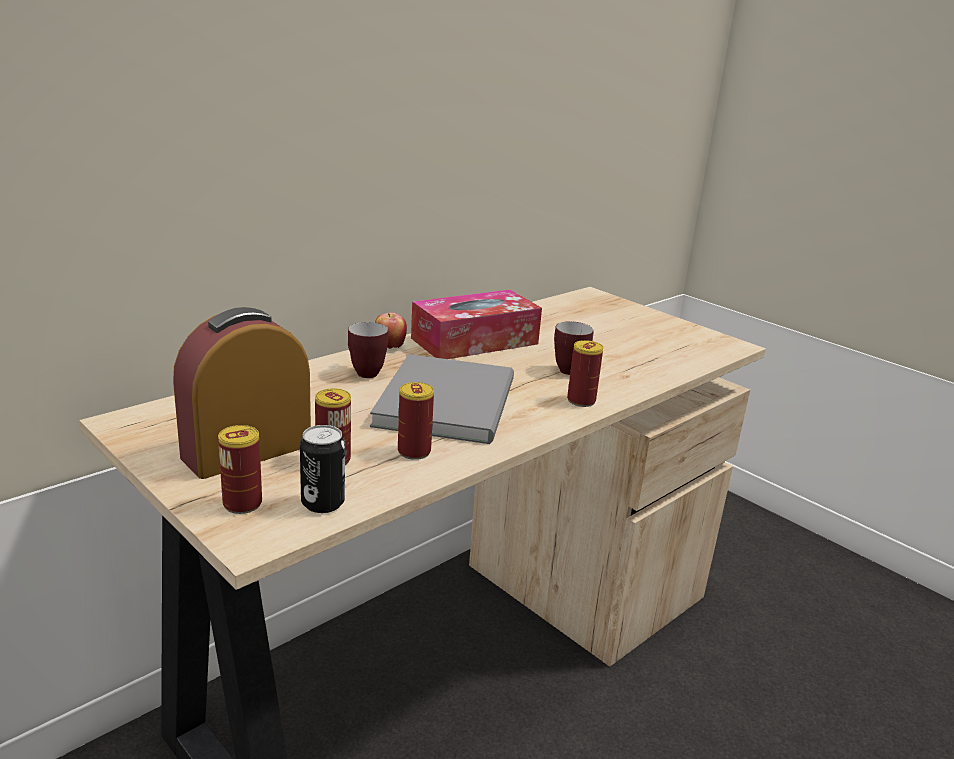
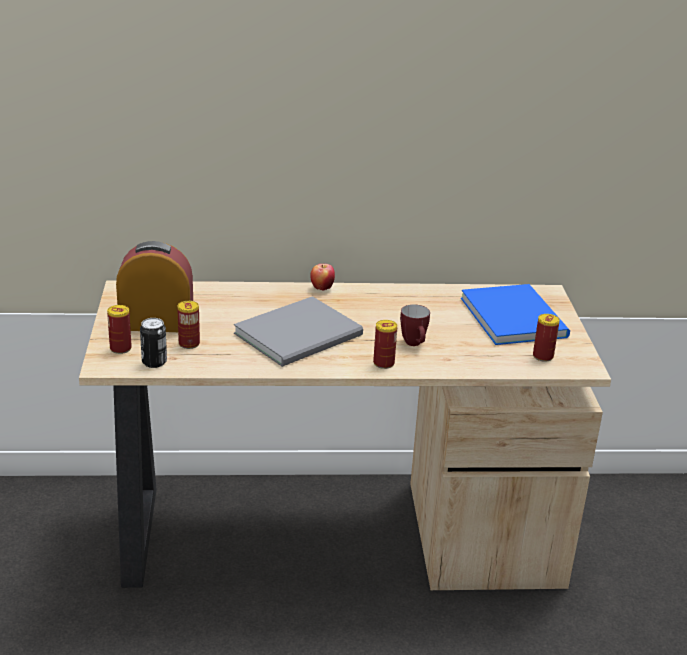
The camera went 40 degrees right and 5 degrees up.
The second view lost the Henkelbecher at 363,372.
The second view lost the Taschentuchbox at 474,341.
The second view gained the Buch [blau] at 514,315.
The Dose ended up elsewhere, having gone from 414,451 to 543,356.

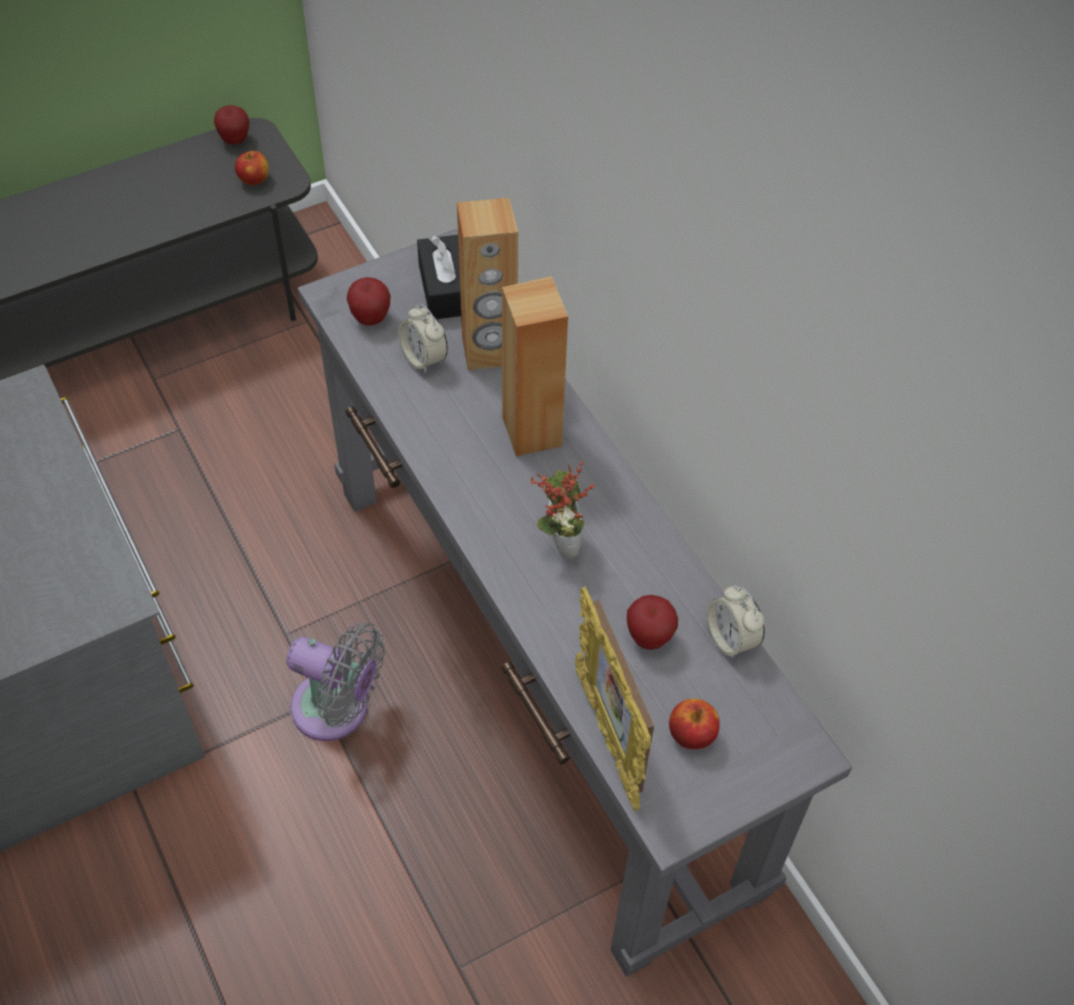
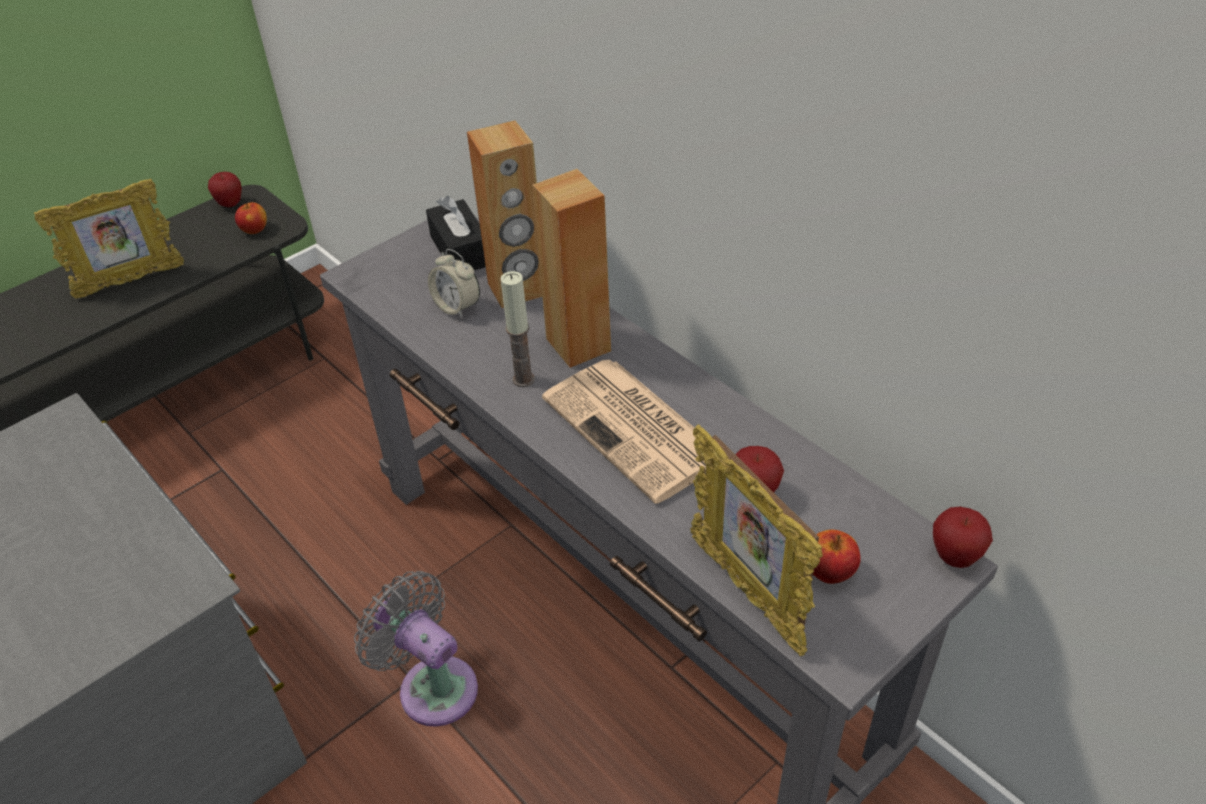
The camera went 10 degrees left and 10 degrees down.
The second view lost the Wecker at 731,639.
The second view gained the Bilderrahmen at 130,281.
The second view gained the Kerze at 523,379.
The Apfel ended up elsewhere, having gone from 370,318 to 955,557.
Where the Topfpflanze stood at 560,542, the Zeitung came to stand at 637,430.
The Ventilator [grau] at 337,710 ended up facing another way, 150 degrees counterclockwise from before.

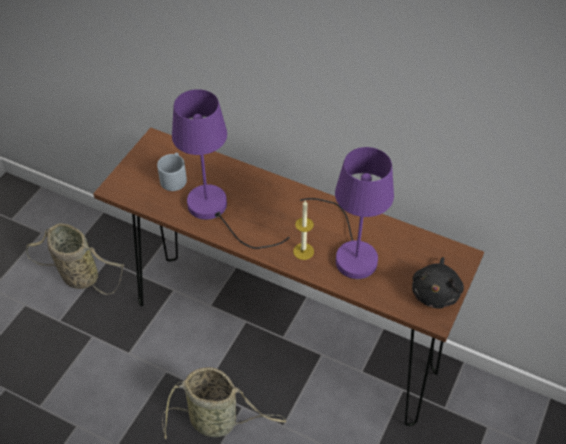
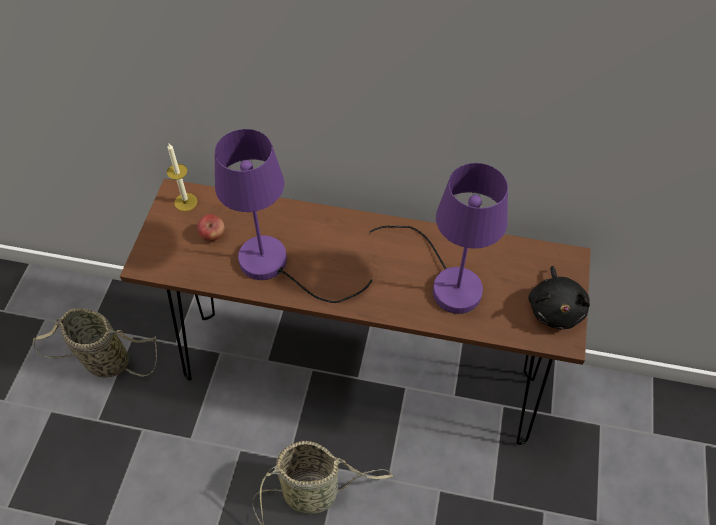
The camera went 15 degrees left and 5 degrees up.
The Kerze ended up elsewhere, having gone from 303,251 to 186,202.
Where the Henkelbecher [grau] stood at 174,177, the Apfel came to stand at 212,235.

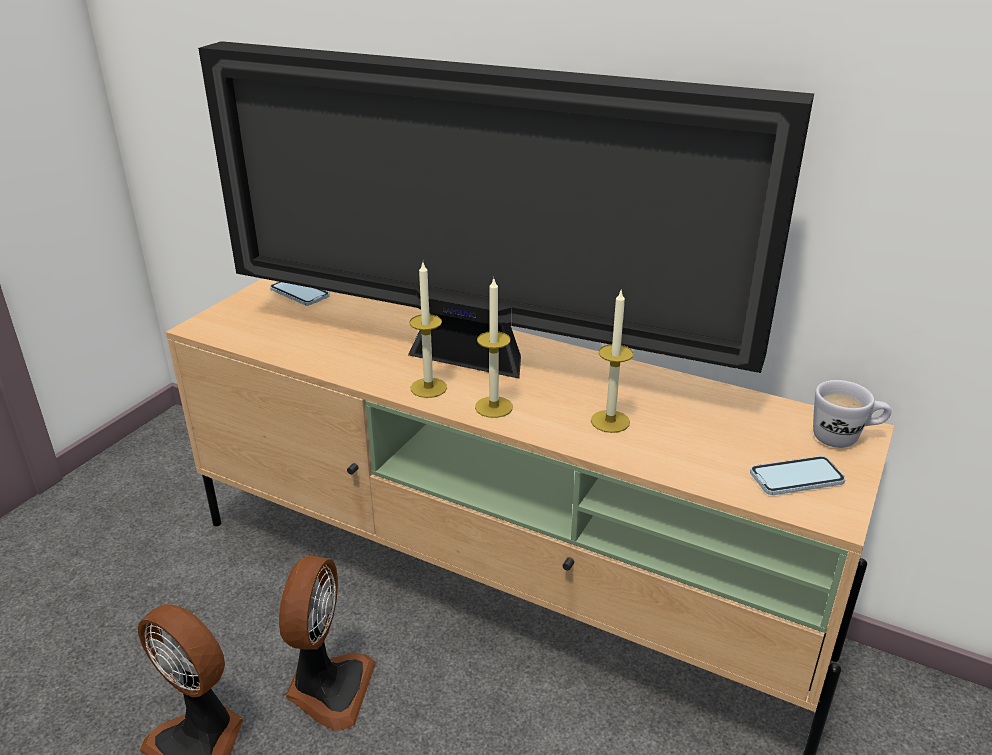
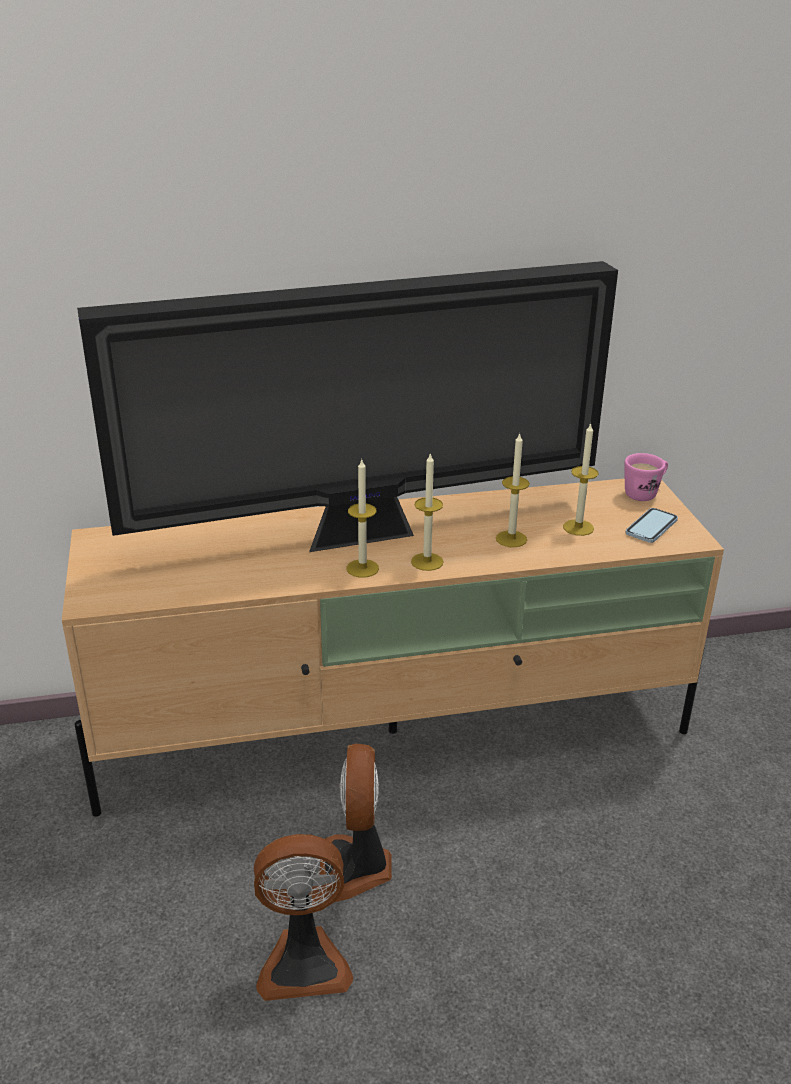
The camera went 40 degrees left and 0 degrees up.
The second view lost the Handy at 299,293.
The second view gained the Kerze at 578,527.
What was the Henkelbecher [weiß] at 844,438 turned into the Henkelbecher [rosa] at 645,493.
The Ventilator at 328,688 ended up facing another way, 150 degrees counterclockwise from before.

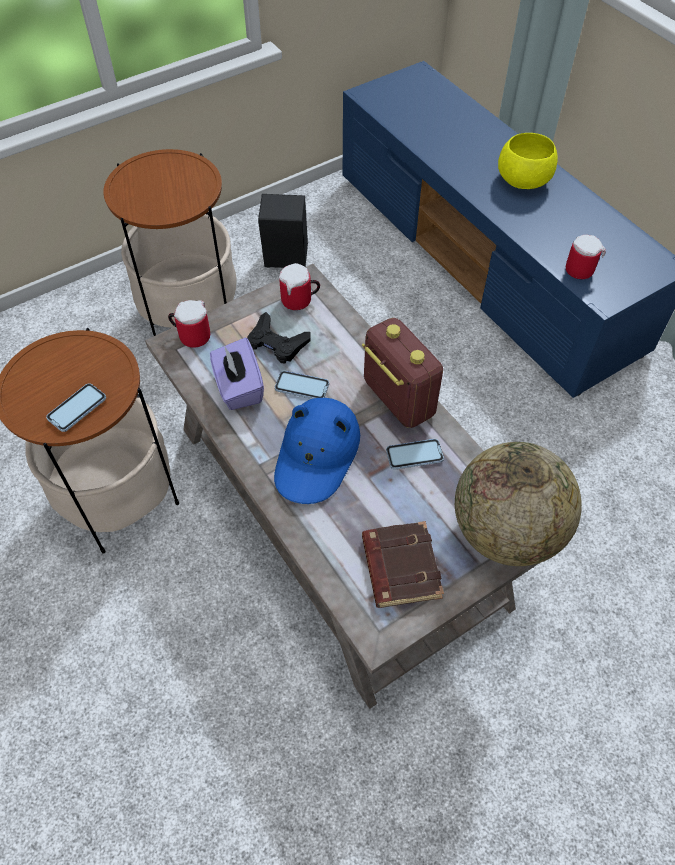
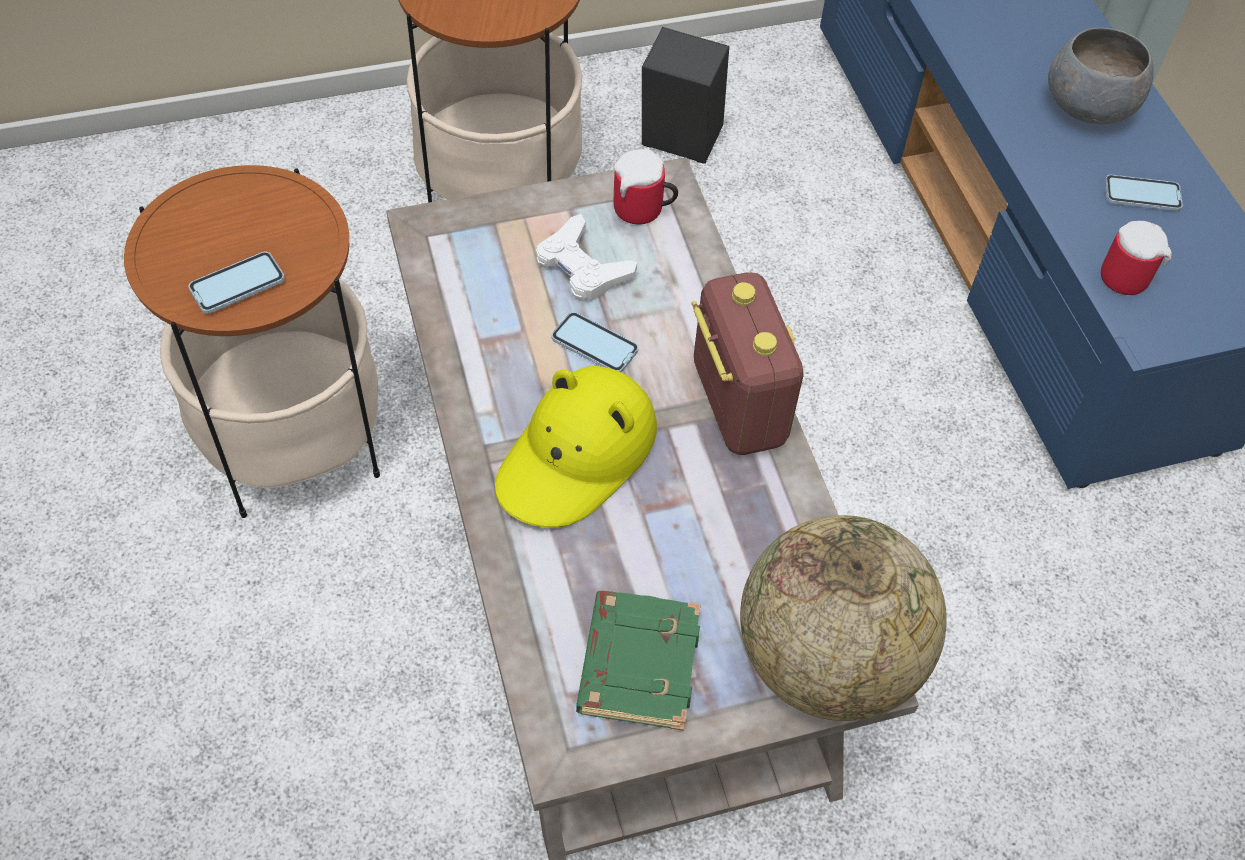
The camera went 15 degrees right and 0 degrees up.
The second view lost the Henkelbecher at 191,334.
The second view lost the Taschentuchbox [lila] at 238,388.
The Handy ended up elsewhere, having gone from 414,455 to 1142,195.
What was the Gamepad [schwarz] at 277,343 turned into the Gamepad [weiß] at 582,267.
What was the Hut [blau] at 317,455 turned into the Hut [gelb] at 577,456.
What was the Buch [braun] at 399,567 turned into the Buch [grün] at 637,662.
What was the Schüssel [gelb] at 523,180 turned into the Schüssel [grau] at 1088,105.

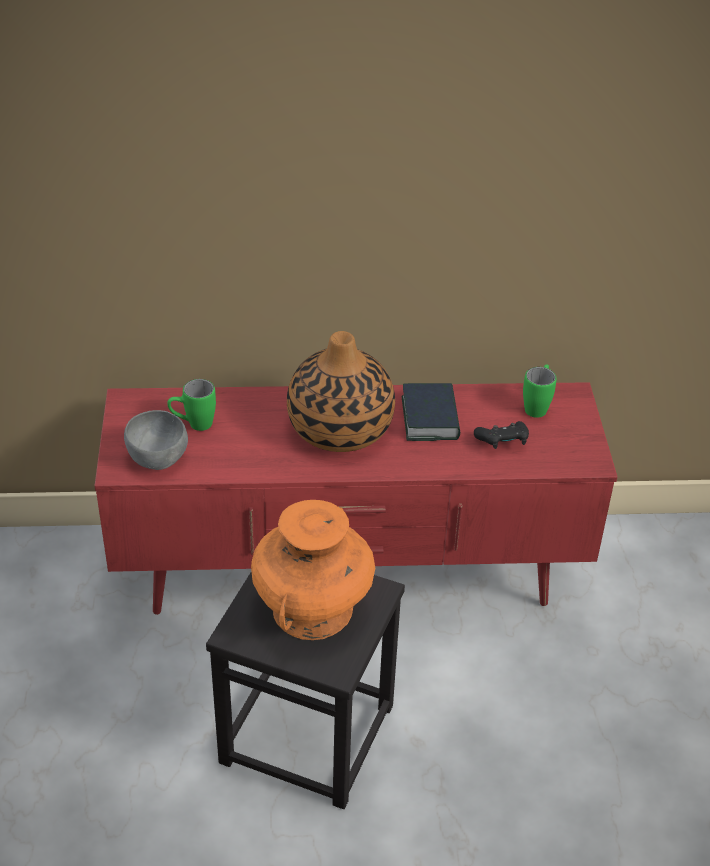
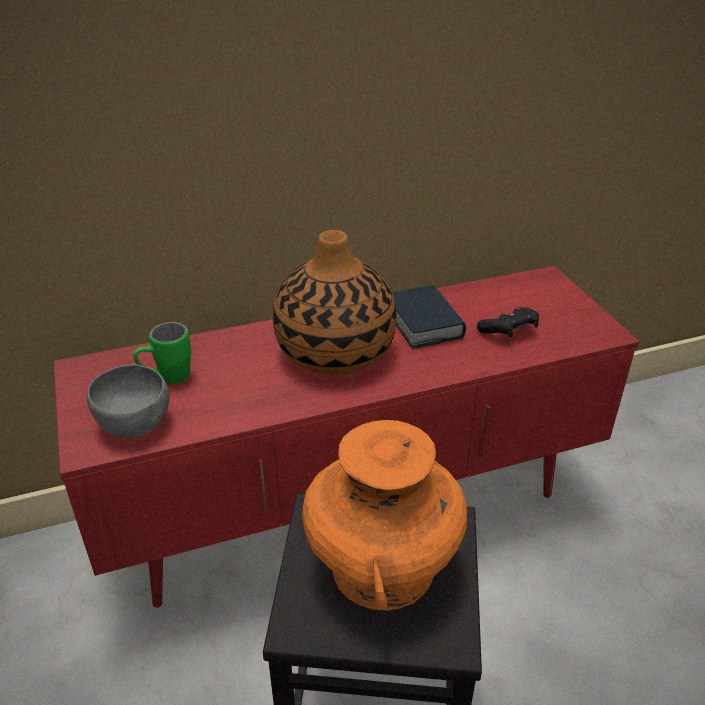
The camera went 15 degrees left and 5 degrees down.
The second view lost the Henkelbecher [grün] at 537,406.

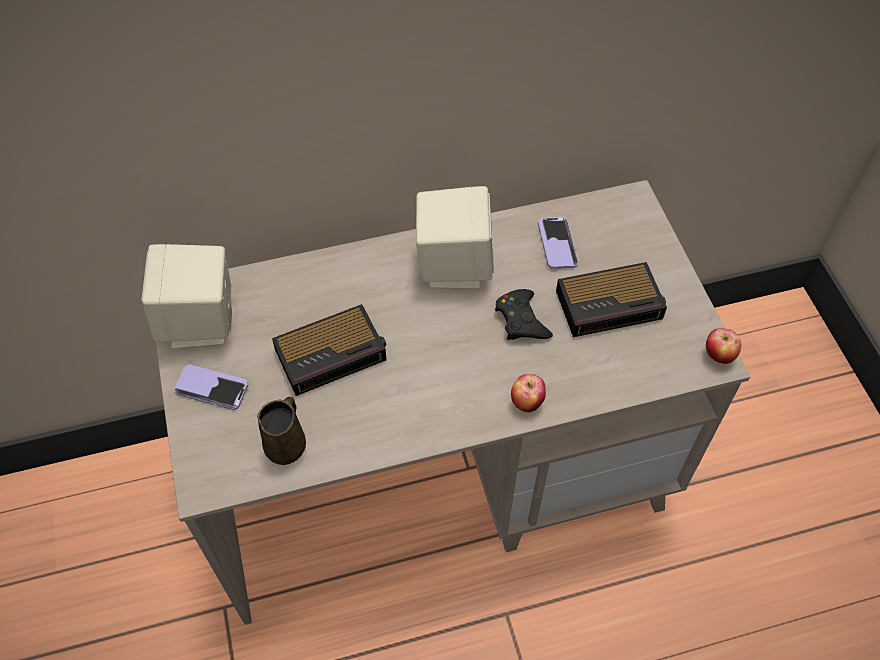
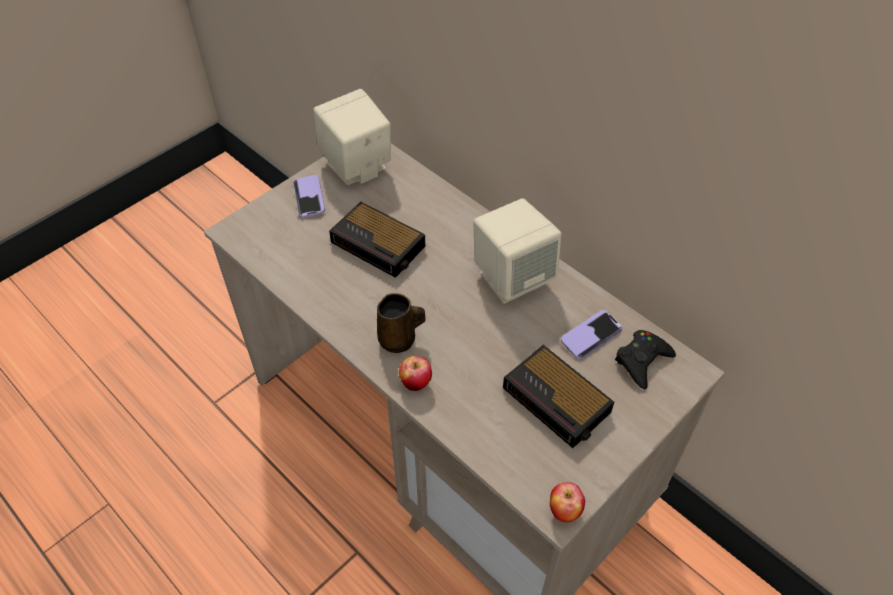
The camera went 60 degrees right and 5 degrees down.
The Henkelbecher [braun] ended up elsewhere, having gone from 286,445 to 399,340.
The Gamepad [schwarz] ended up elsewhere, having gone from 521,320 to 642,361.

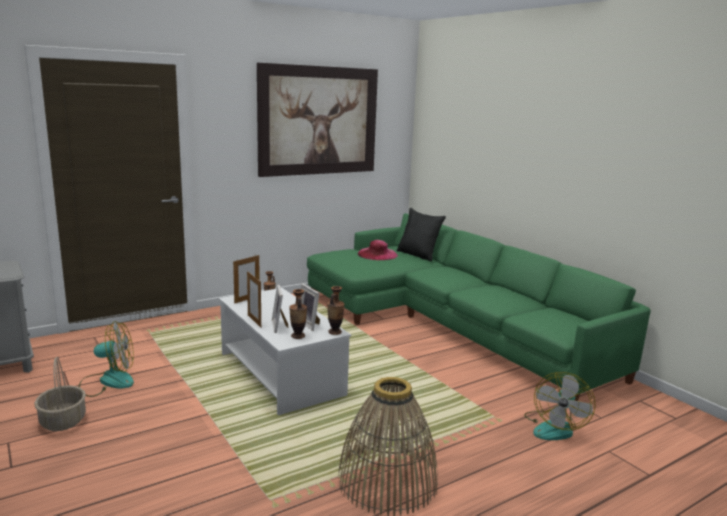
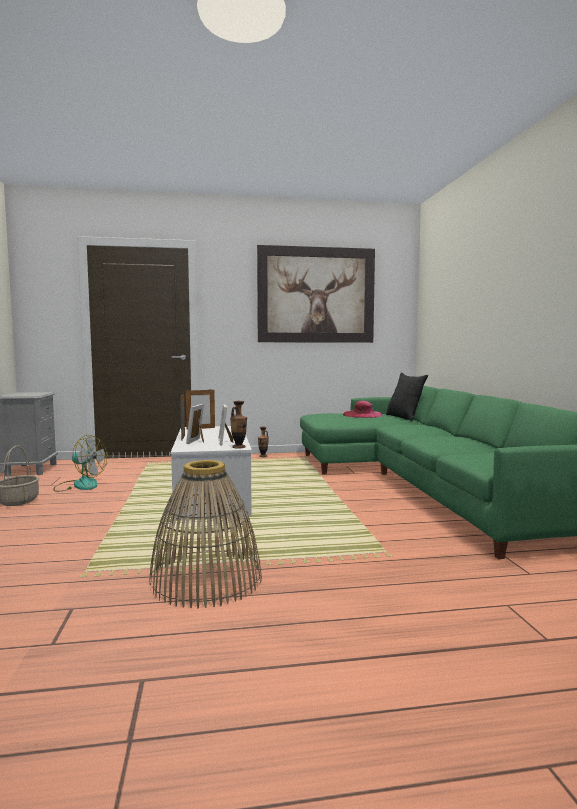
The camera went 25 degrees right and 10 degrees down.
The second view lost the Vase at 298,336.
The second view lost the Ventilator at 554,427.

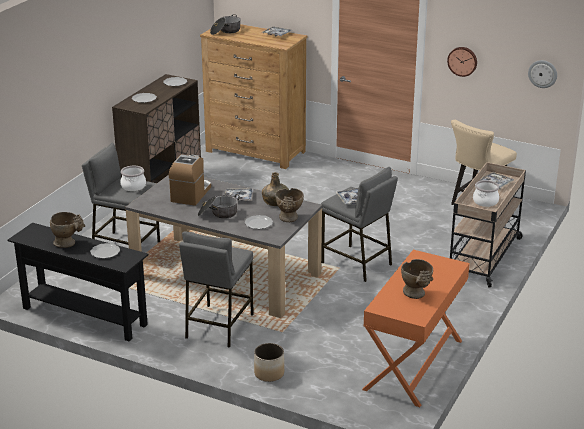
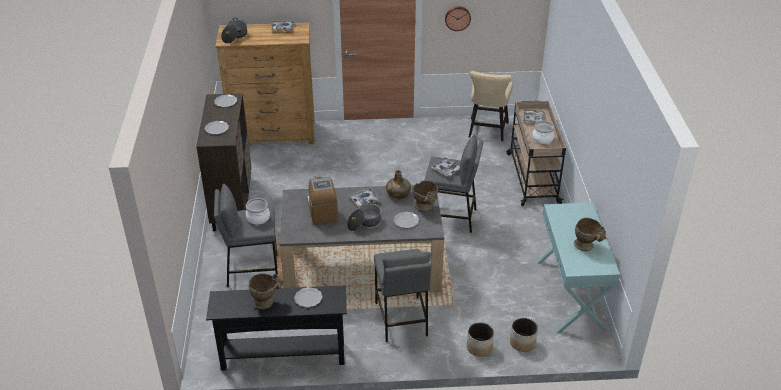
The camera went 30 degrees left and 10 degrees up.
The second view lost the Wanduhr at 542,73.
The second view gained the Pflanzkübel at 522,343.
What was the Konsolentisch [orange] at 414,364 turned into the Konsolentisch [türkis] at 570,294.

